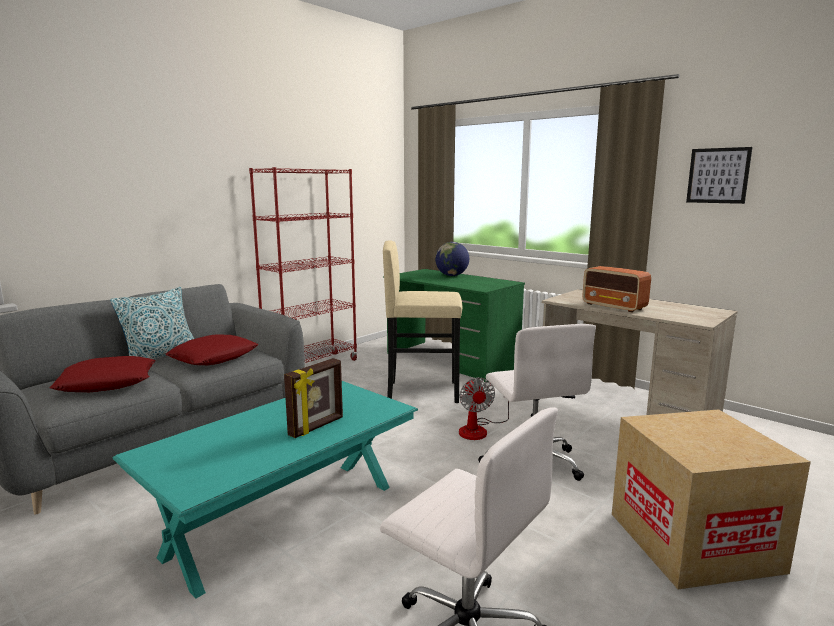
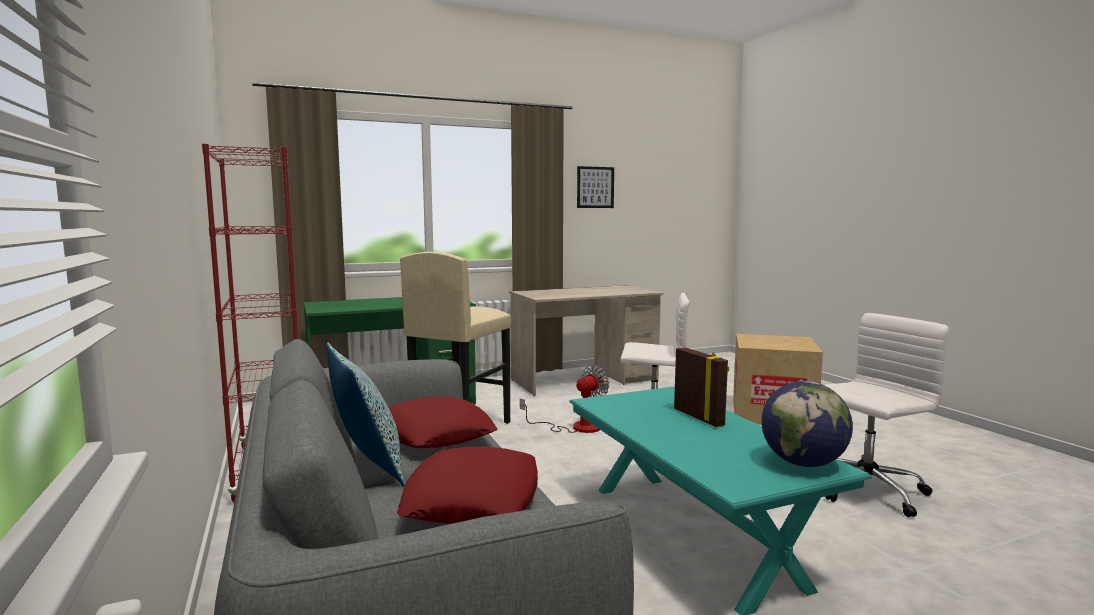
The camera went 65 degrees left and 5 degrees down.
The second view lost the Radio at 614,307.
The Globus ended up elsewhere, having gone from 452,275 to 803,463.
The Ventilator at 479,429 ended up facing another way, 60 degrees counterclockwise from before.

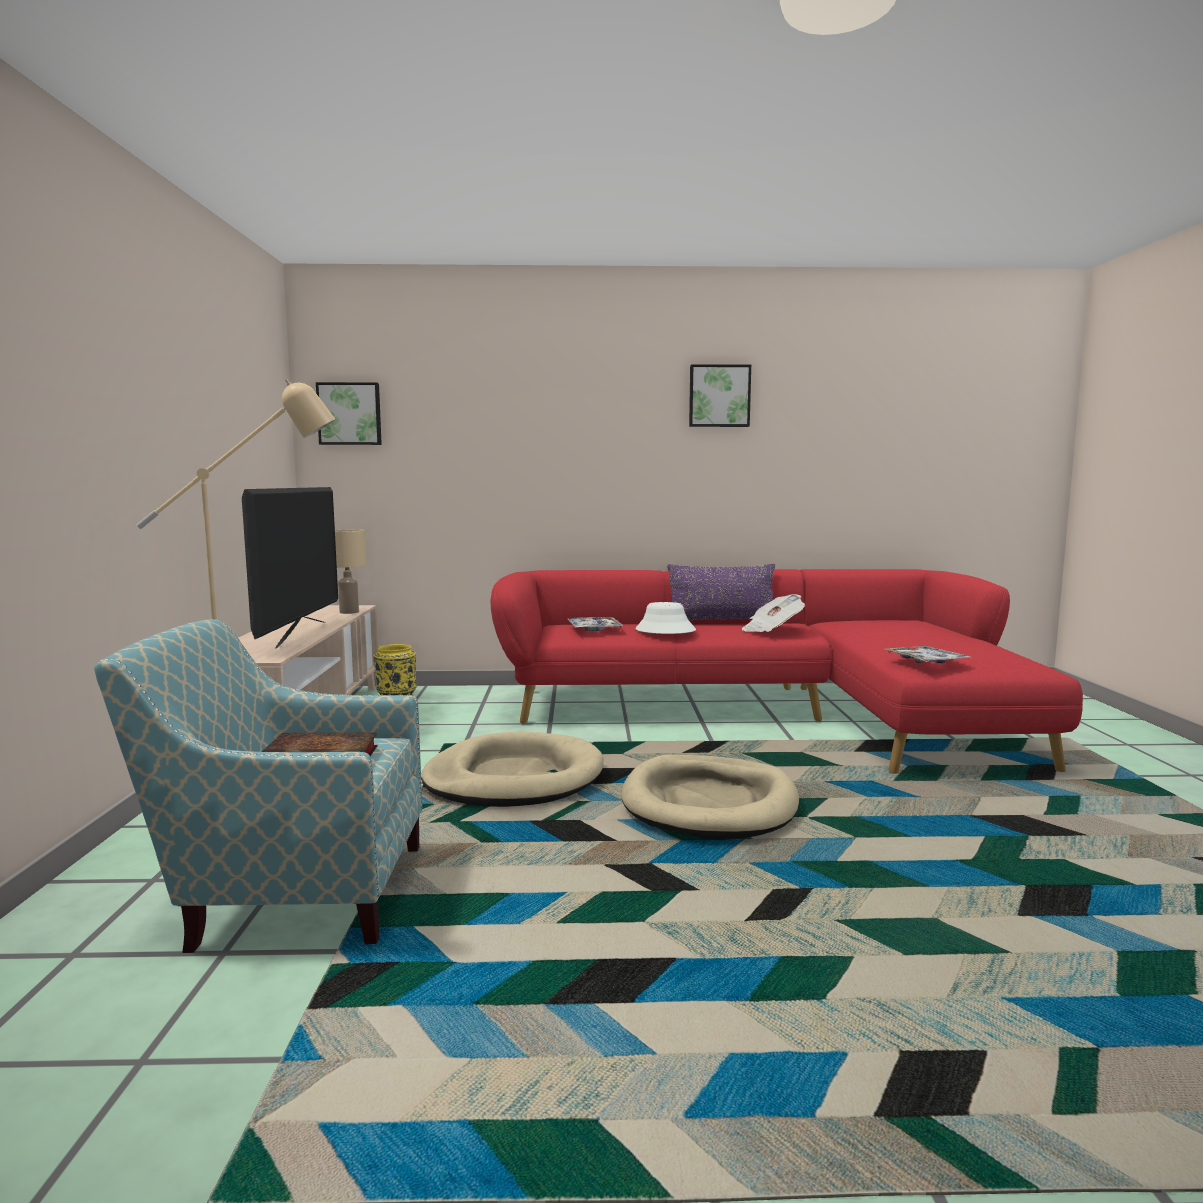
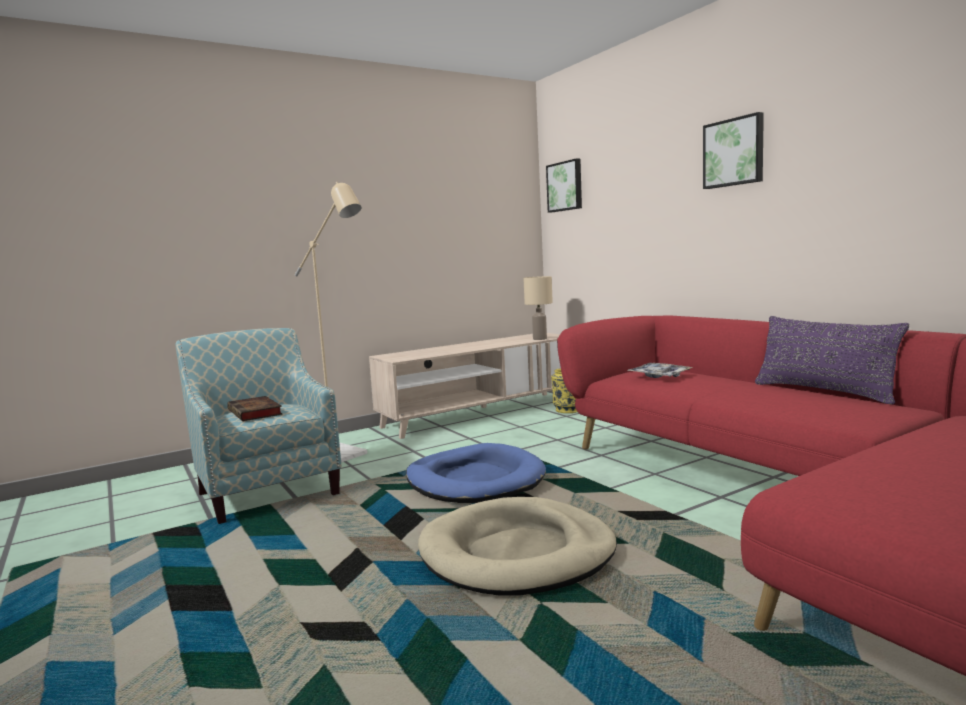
The camera went 60 degrees right and 0 degrees up.
The second view lost the Fernseher at 300,634.
The second view lost the Hut [weiß] at 665,630.
The second view lost the Zeitung at 772,630.
The second view lost the Tablett at 926,662.
The Bild ended up elsewhere, having gone from 719,396 to 734,152.
What was the Hundebett [beige] at 514,778 turned into the Hundebett [blau] at 475,480.

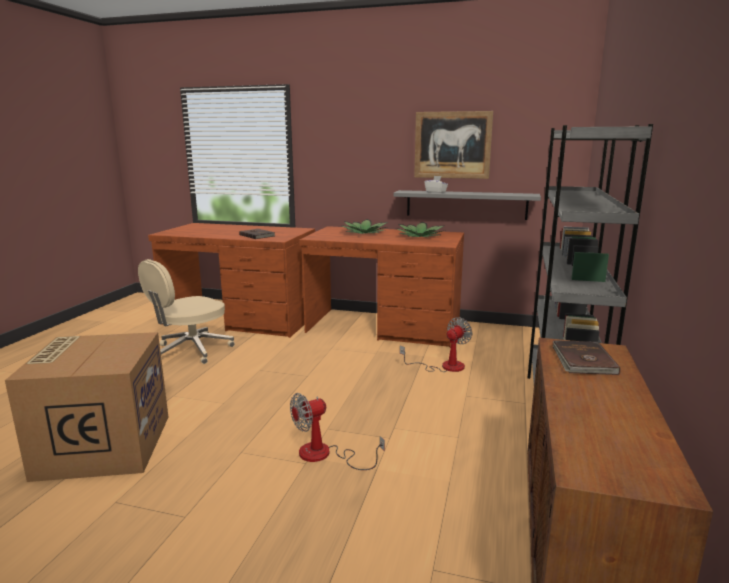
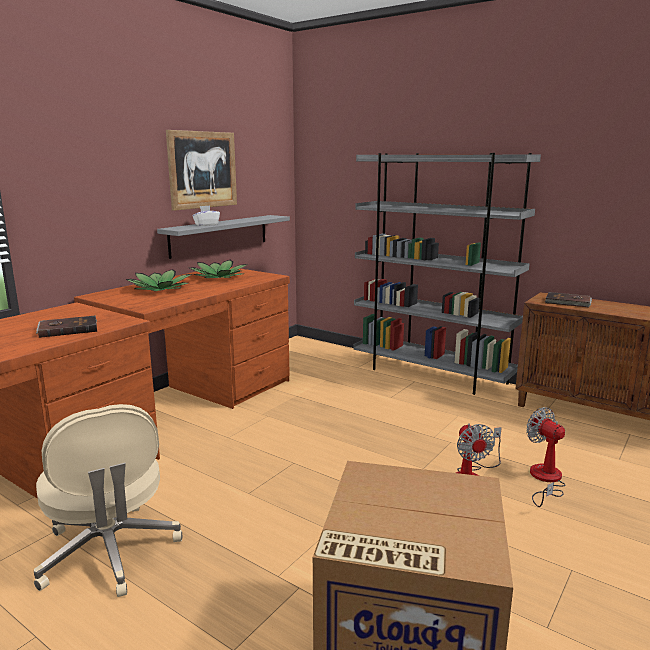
The camera went 70 degrees left and 0 degrees up.
The Ventilator ended up elsewhere, having gone from 444,366 to 545,480.

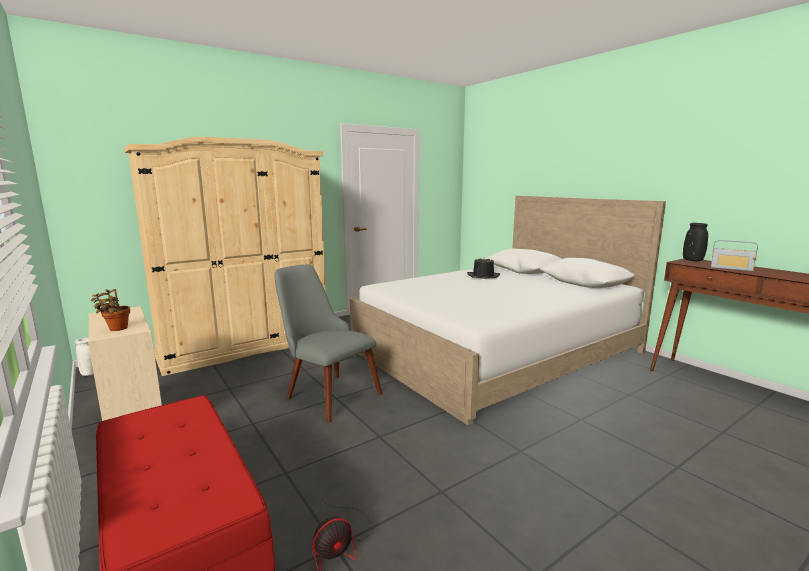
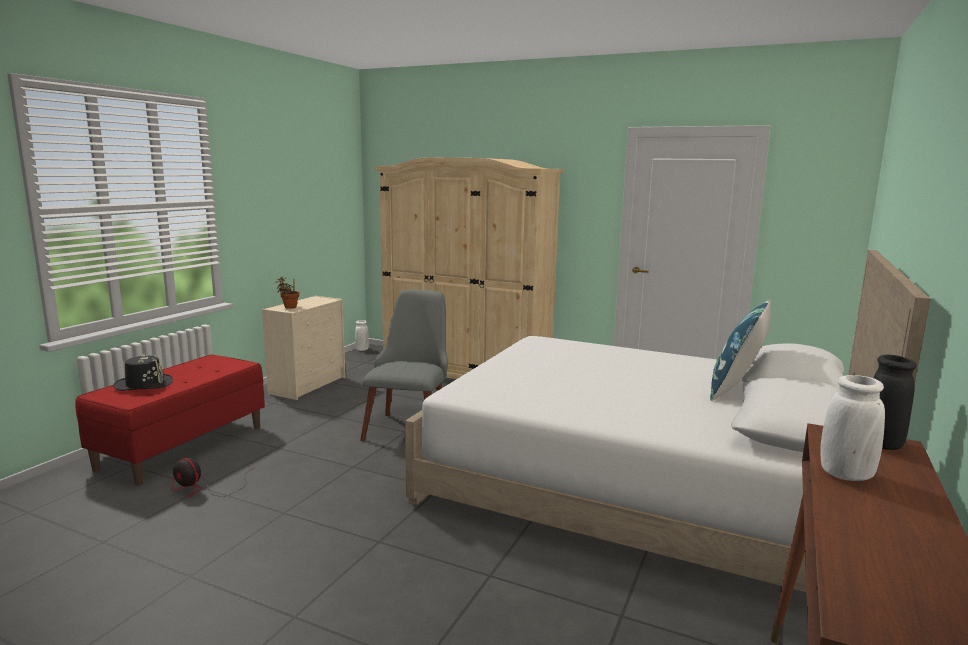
The camera went 60 degrees right and 0 degrees up.
The second view gained the Kissen [blau] at 736,390.
The Hut [schwarz] ended up elsewhere, having gone from 483,276 to 144,384.
Where the Radio stood at 731,268, the Vase [weiß] came to stand at 846,475.

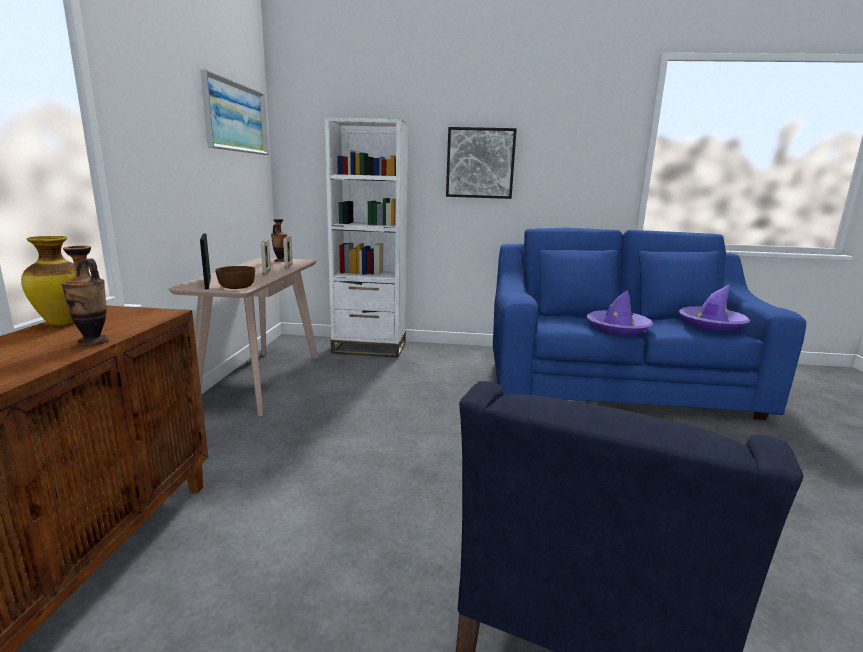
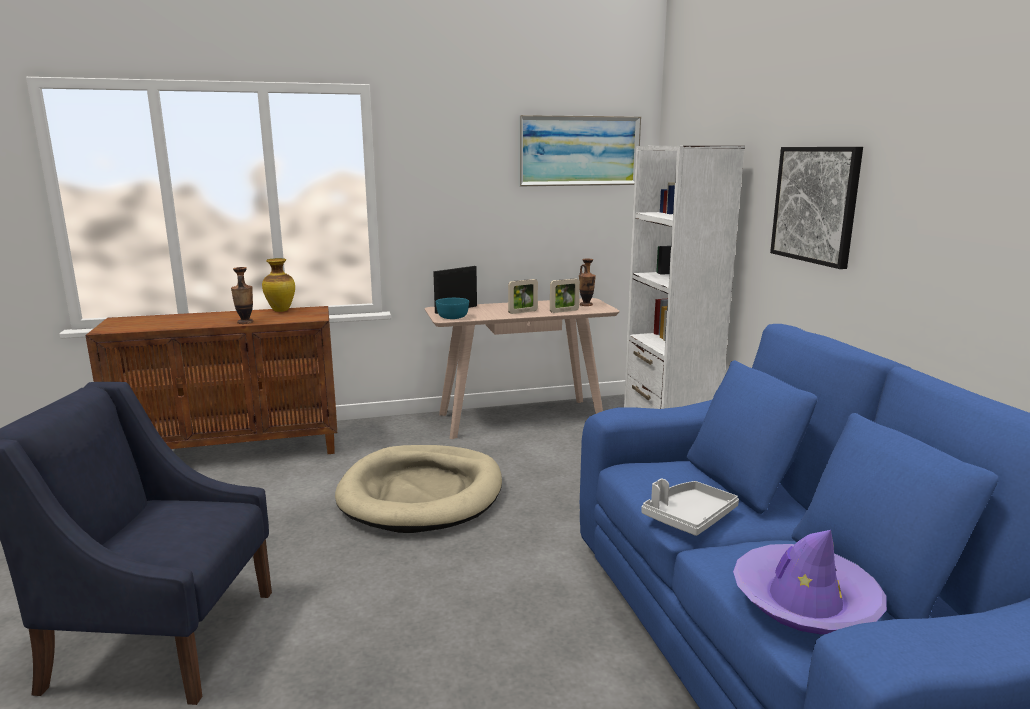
The camera went 70 degrees right and 0 degrees up.
The second view gained the Hundebett [beige] at 422,493.
Where the Hut [lila] stood at 617,328, the Tablett [grau] came to stand at 689,517.
What was the Schüssel [braun] at 236,287 turned into the Schüssel [türkis] at 452,317.

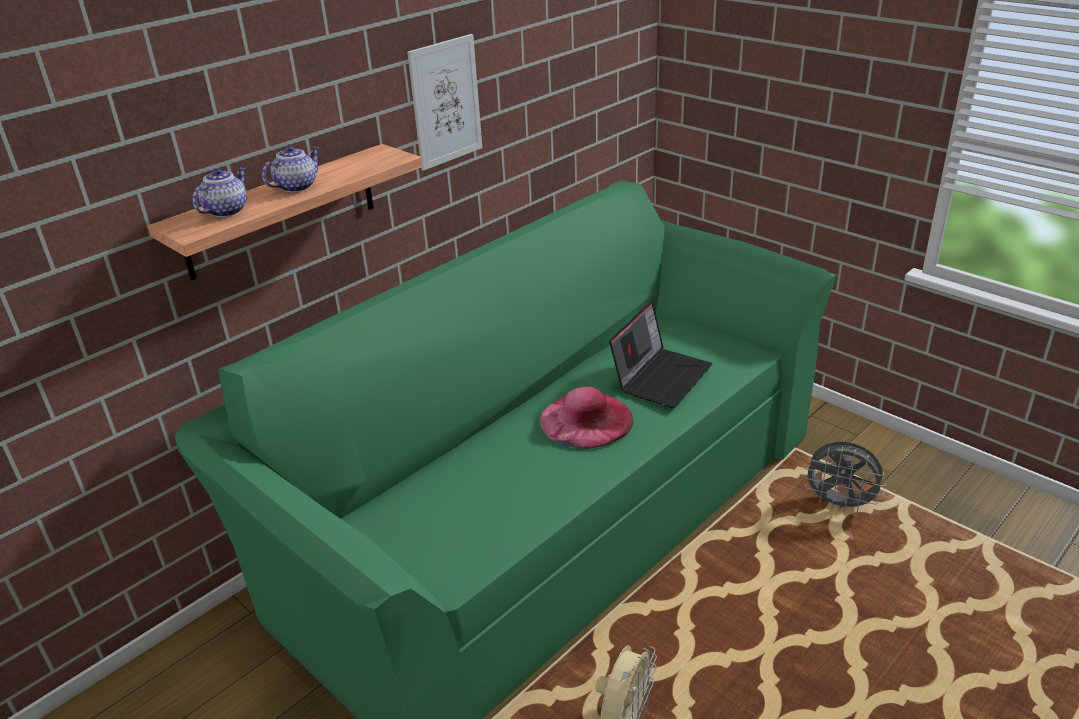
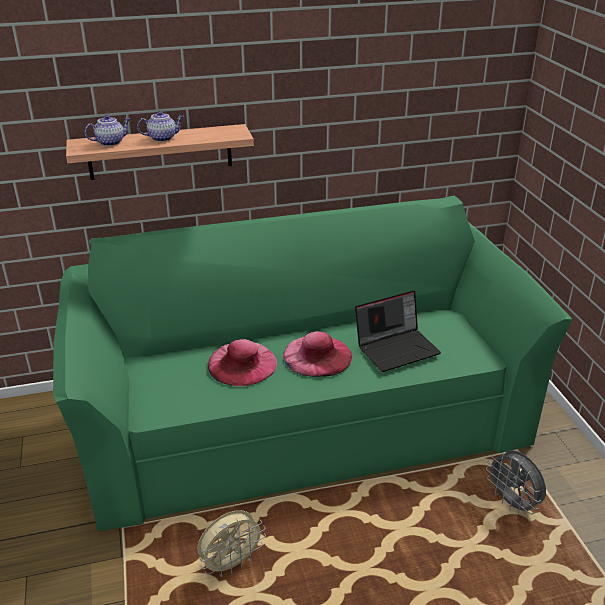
The camera went 30 degrees right and 0 degrees up.
The second view lost the Bild at 445,102.
The second view gained the Hut [rosa] at 242,363.

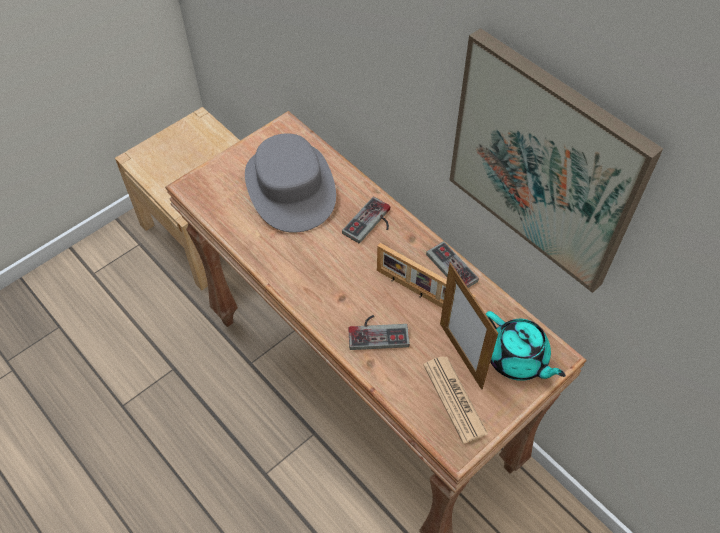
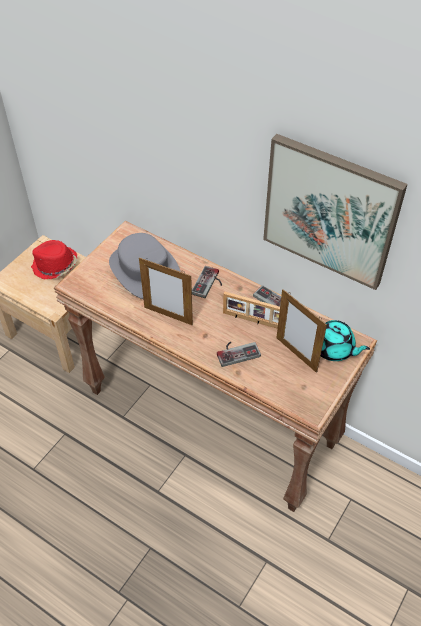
The camera went 15 degrees left and 5 degrees down.
The second view lost the Zeitung at 454,399.
The second view gained the Hut [rot] at 55,266.
The second view gained the Bilderrahmen at 168,316.

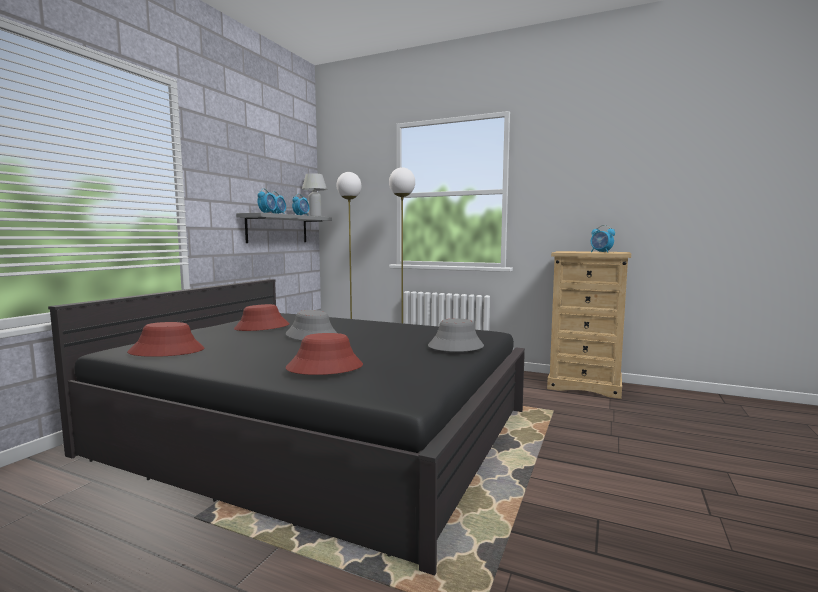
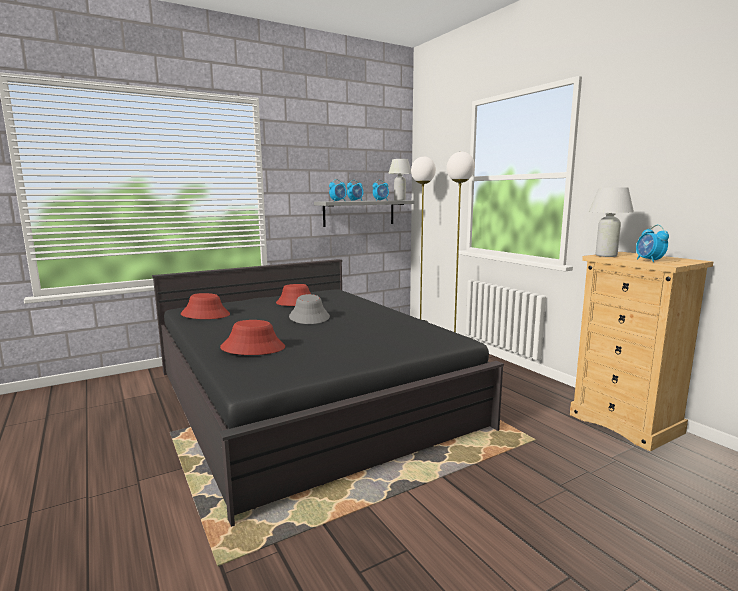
The camera went 35 degrees right and 5 degrees up.
The second view lost the Hut [grau] at 455,346.
The second view gained the Tischlampe [weiß] at 606,255.

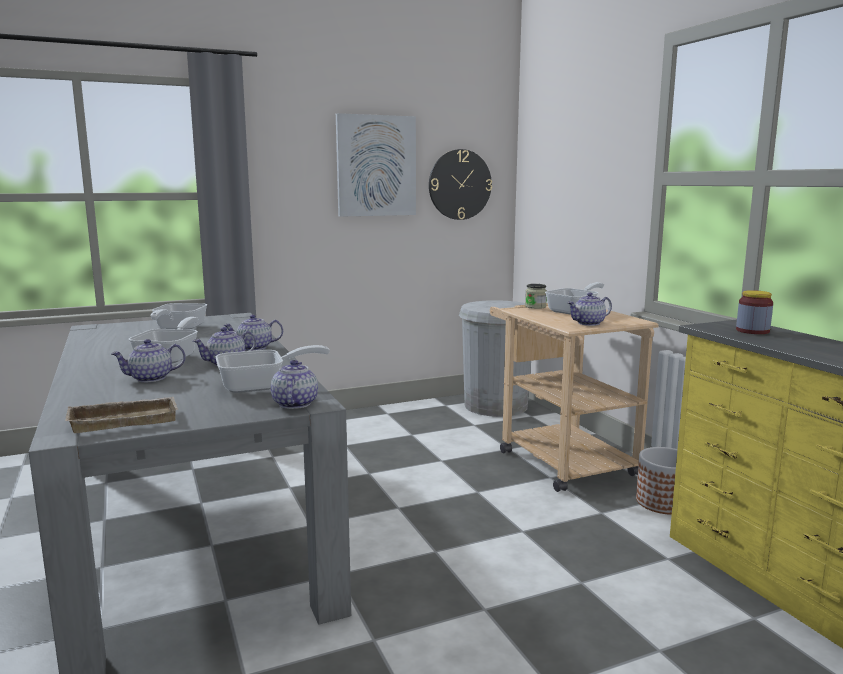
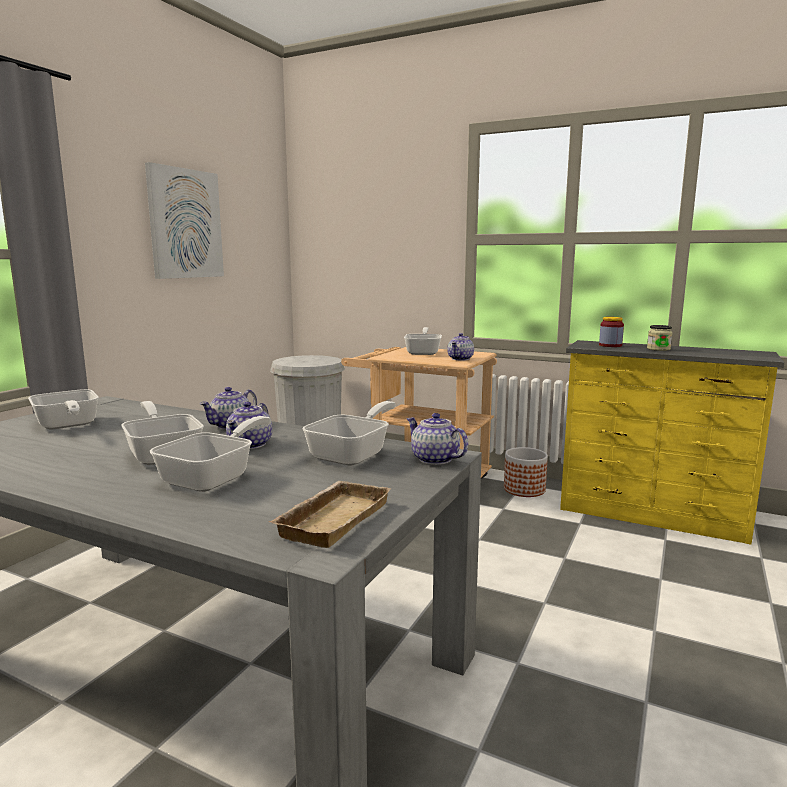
The camera went 40 degrees left and 0 degrees up.
The second view lost the Wanduhr at 459,184.
The Vorratsglas ended up elsewhere, having gone from 535,307 to 658,349.
Where the Teekanne stood at 150,378, the Pfanne came to stand at 214,477.

